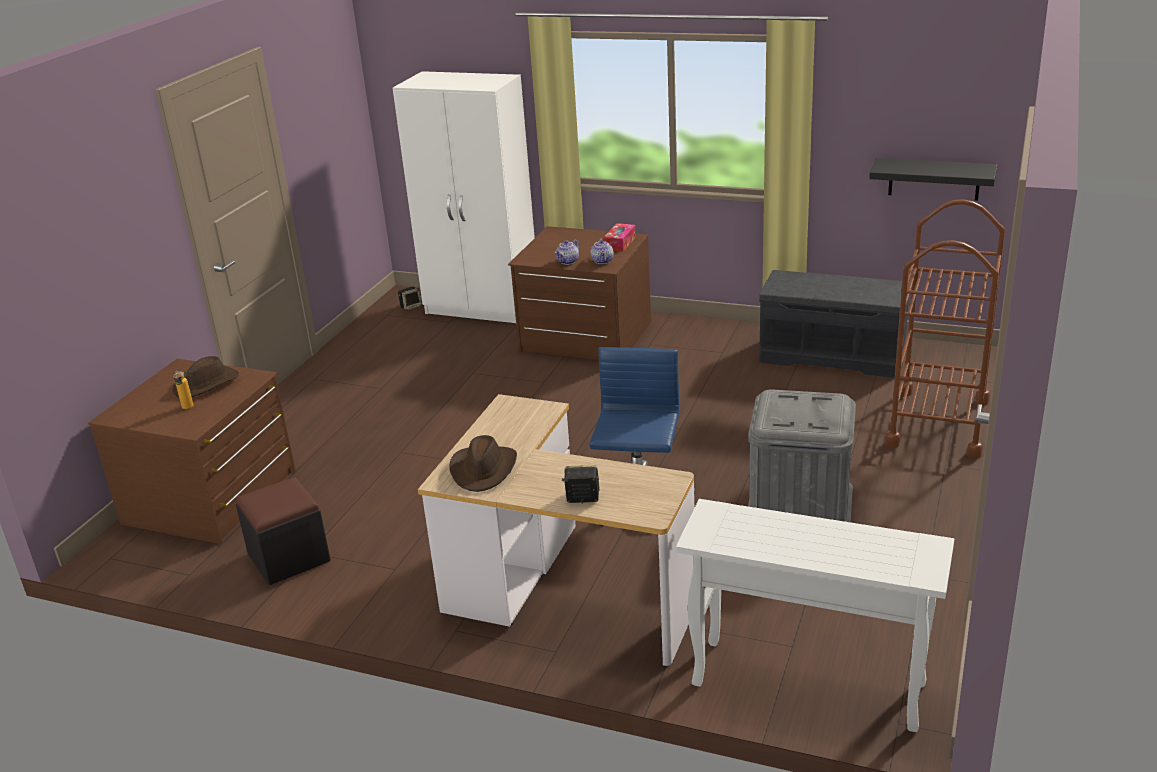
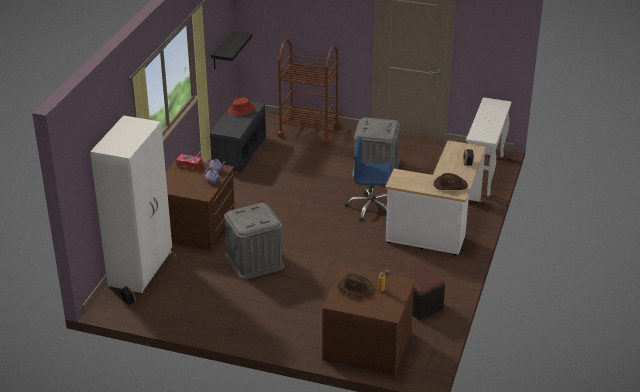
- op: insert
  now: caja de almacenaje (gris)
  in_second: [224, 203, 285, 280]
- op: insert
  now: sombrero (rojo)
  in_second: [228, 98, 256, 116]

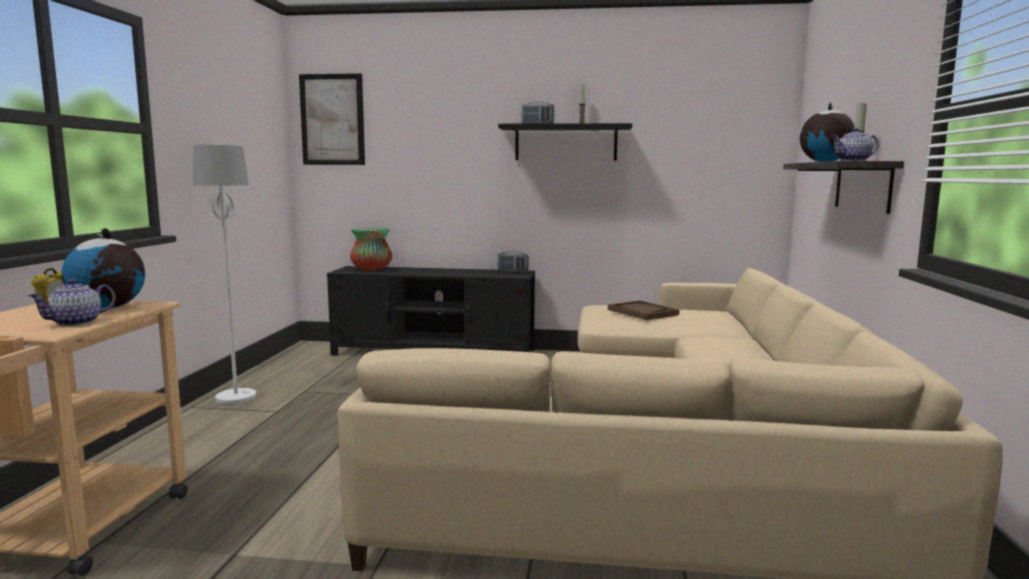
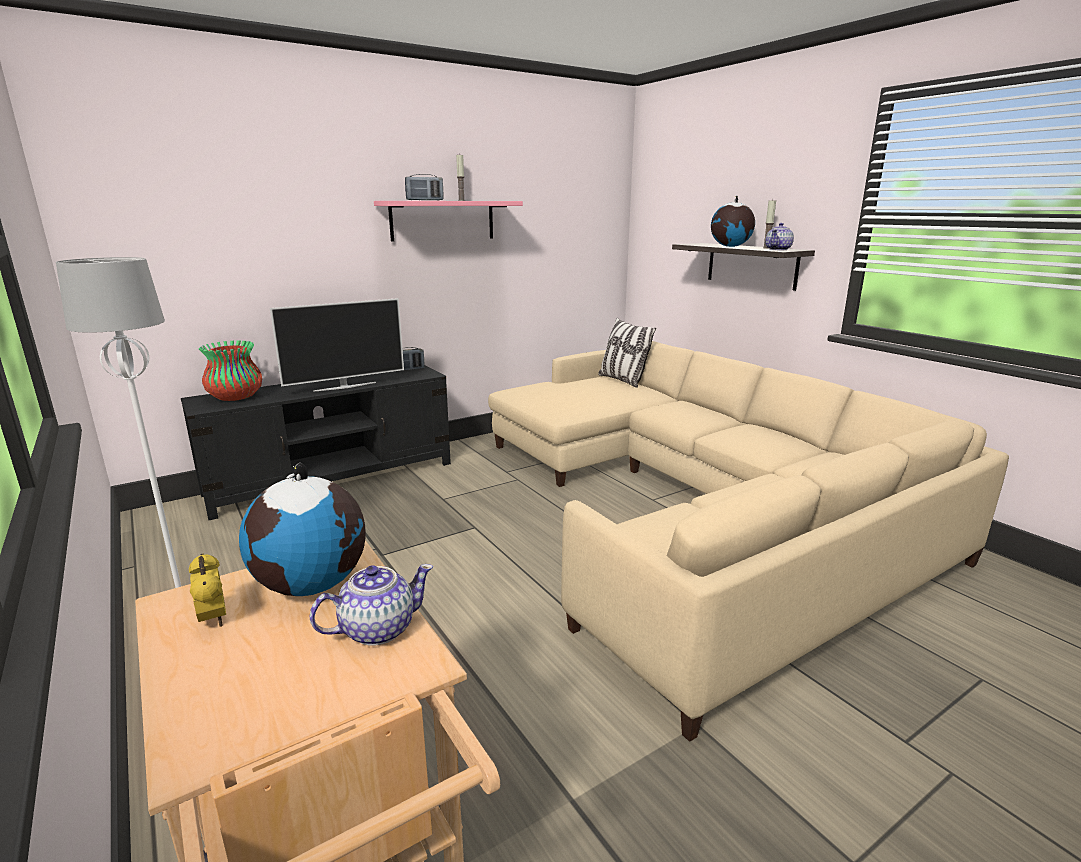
- op: delete
  was: cuadro
  in_first: [299, 73, 365, 165]
- op: delete
  was: bandeja (marrón)
  in_first: [608, 300, 679, 320]
- op: insert
  now: televisor
  in_second: [270, 298, 404, 392]
- op: insert
  now: cojín
  in_second: [598, 318, 656, 388]
- op: recolor
  was: estante (negro)
  now: estante (rosa)
  in_first: [498, 123, 632, 161]
  in_second: [374, 201, 523, 242]
- op: rotate
  was: tetera
  in_first: [27, 279, 116, 326]
  in_second: [309, 564, 434, 645]
  clockwise: -120

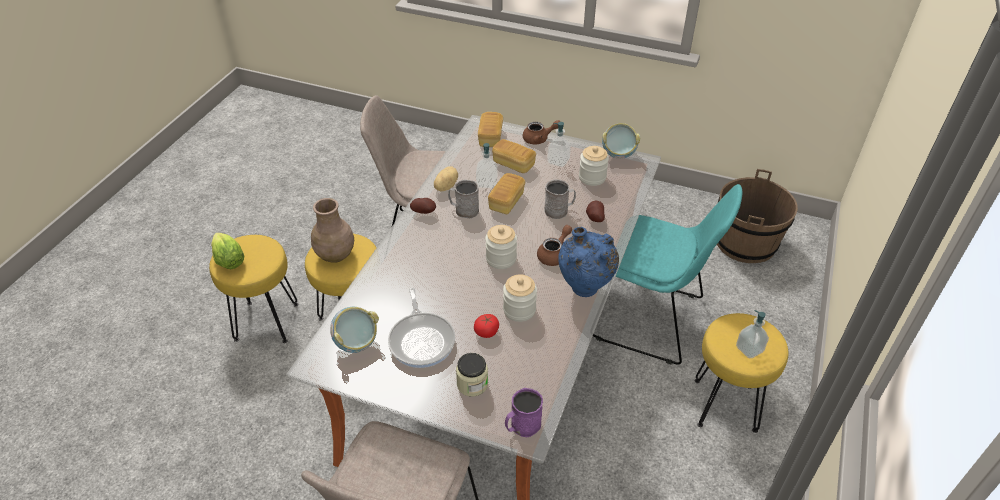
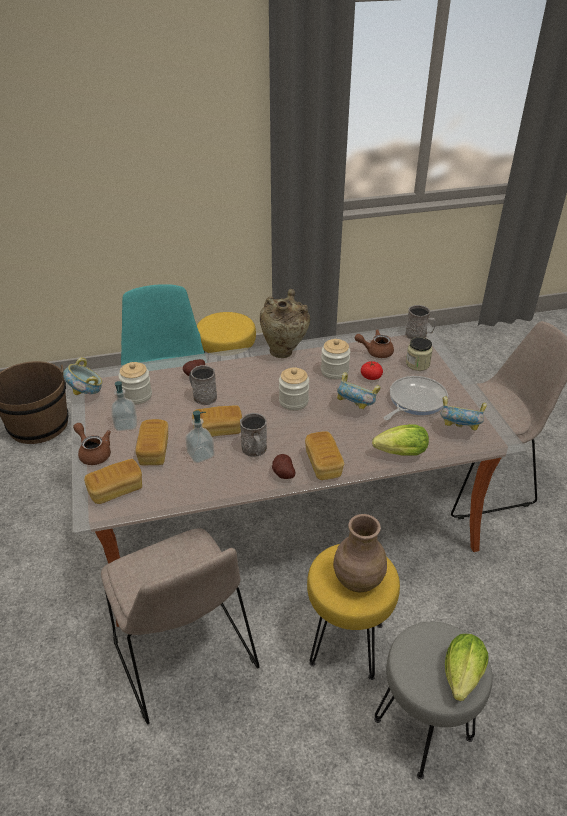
- op: delete
  was: patata
  in_first: [434, 166, 458, 191]
- op: delete
  was: dispensador de jabón
  in_first: [736, 310, 769, 358]
- op: insert
  now: pan
  in_second: [305, 431, 344, 480]
- op: insert
  now: cuenco
  in_second: [337, 372, 381, 409]
- op: insert
  now: lechuga
  in_second: [372, 424, 429, 456]
- op: move
  was: tetera (marrón)
  in_first: [537, 225, 572, 266]
  in_second: [355, 329, 394, 358]
- op: recolor
  was: taburete (amarillo)
  now: taburete (gris)
  in_first: [209, 235, 298, 343]
  in_second: [374, 622, 492, 779]
- op: recolor
  was: taza grande (morado)
  now: taza grande (gris)
  in_first: [505, 388, 543, 437]
  in_second: [405, 305, 436, 340]
- op: recolor
  was: florero (azul)
  now: florero (beis)
  in_first: [558, 227, 619, 297]
  in_second: [260, 289, 310, 358]

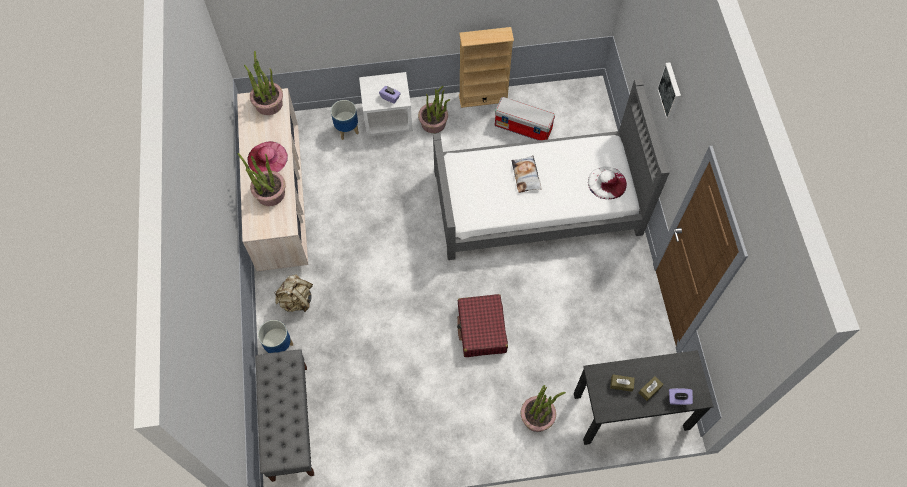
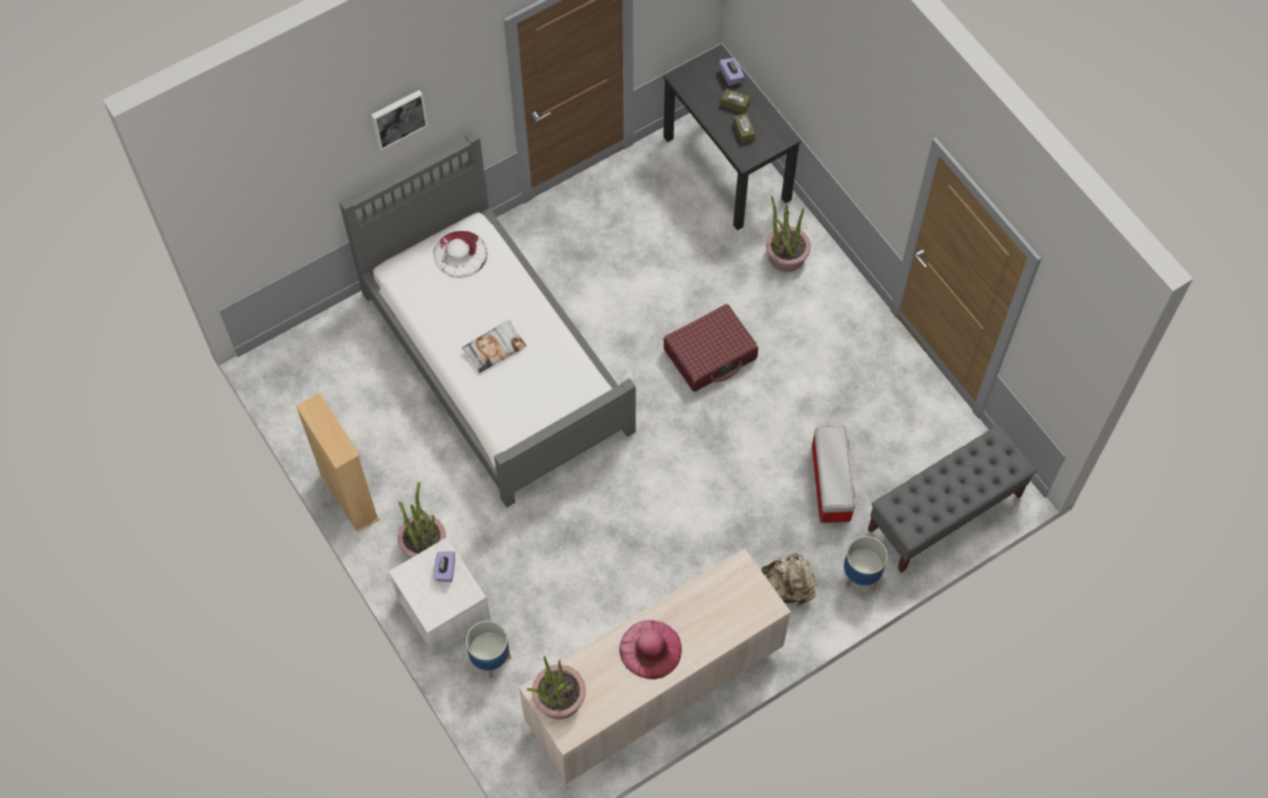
- op: delete
  was: planta en maceta
  in_first: [237, 153, 286, 206]
- op: move
  was: caja de almacenaje
  in_first: [495, 97, 555, 141]
  in_second: [812, 426, 855, 523]

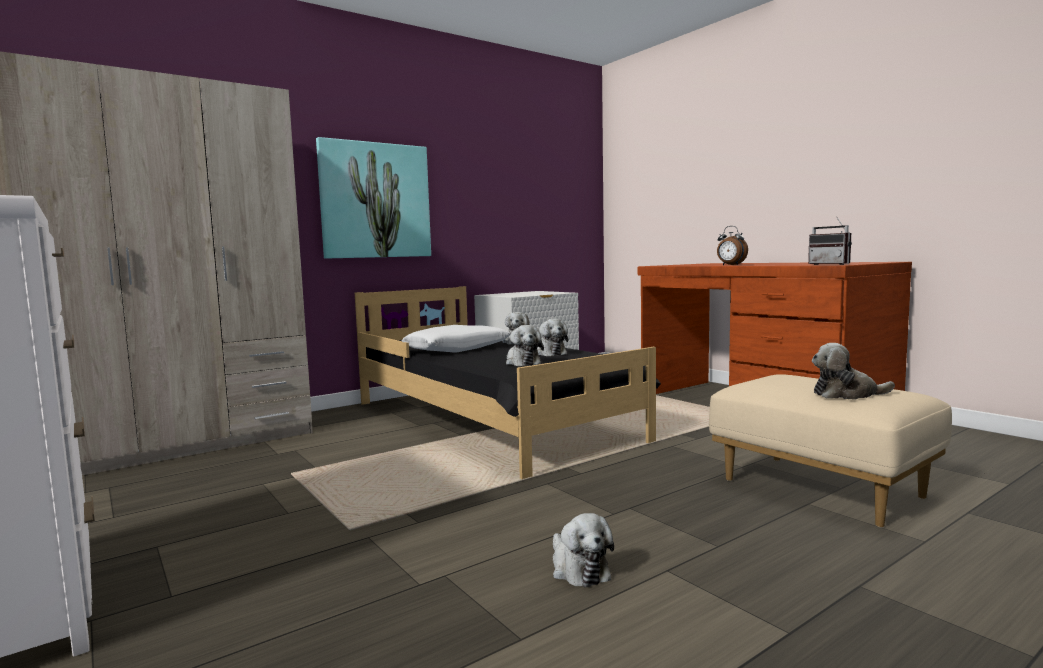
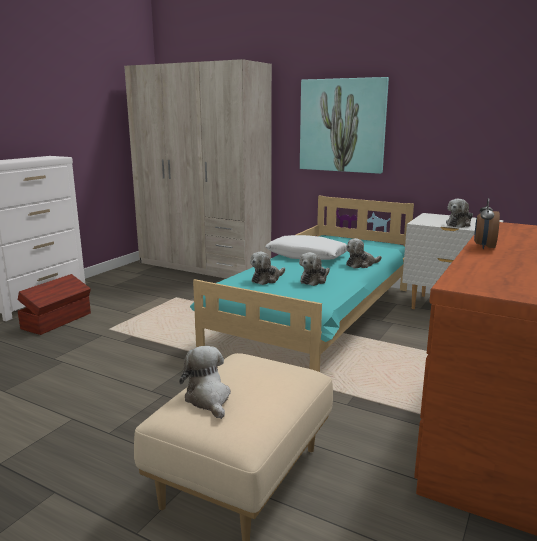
- op: delete
  was: radio
  in_first: [808, 216, 852, 265]
- op: insert
  now: caja de almacenaje (marrón)
  in_second: [18, 274, 91, 335]
- op: move
  was: peluche
  in_first: [553, 513, 614, 587]
  in_second: [446, 199, 473, 228]
- op: recolor
  was: cama (negro)
  now: cama (turquesa)
  in_first: [355, 286, 661, 479]
  in_second: [190, 196, 414, 372]

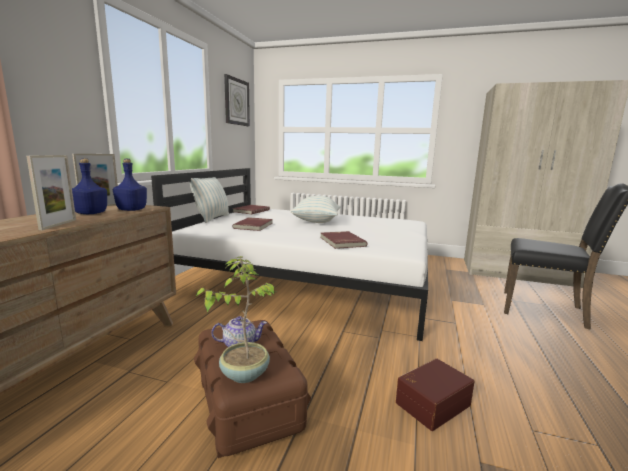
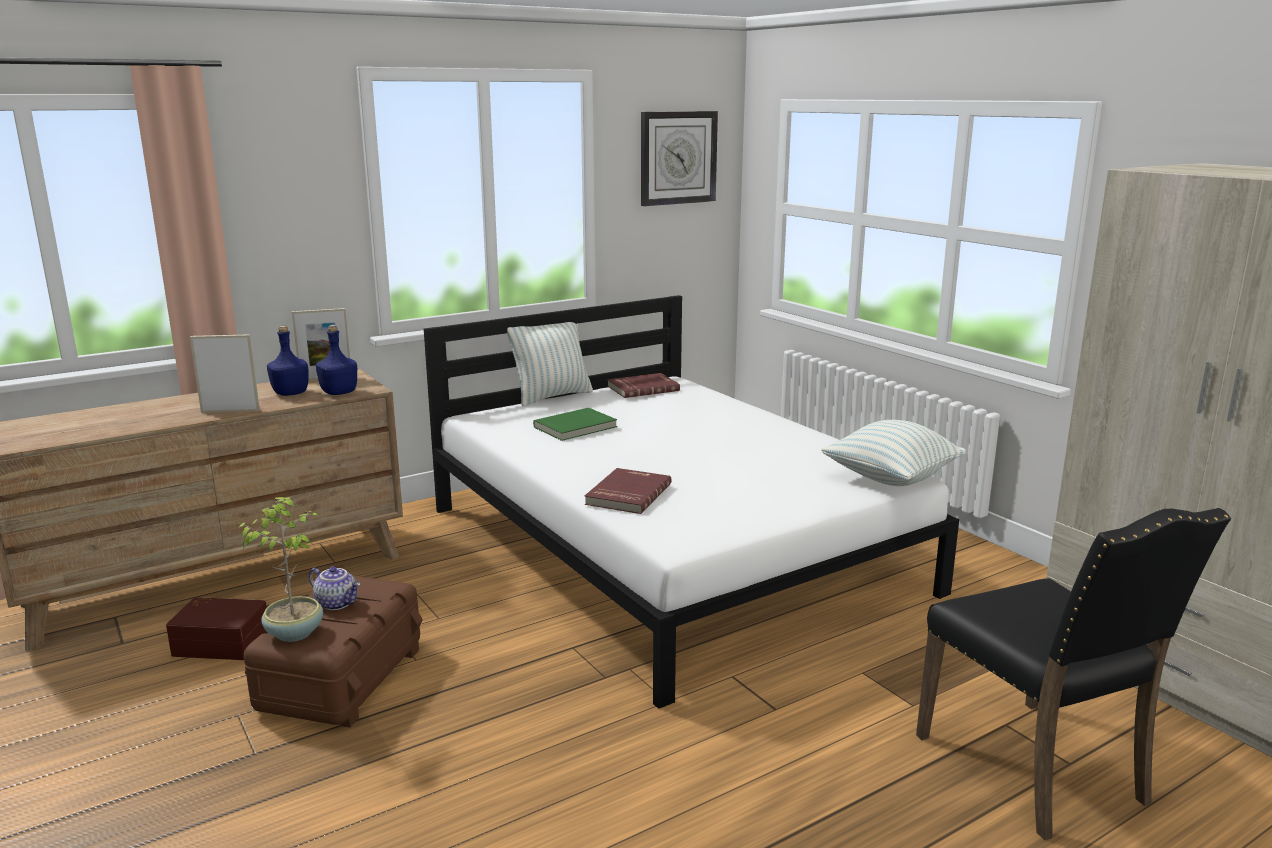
- op: move
  was: cojín
  in_first: [290, 196, 341, 223]
  in_second: [821, 420, 966, 486]
- op: move
  was: caja de almacenaje (marrón)
  in_first: [396, 359, 475, 431]
  in_second: [166, 597, 267, 660]
- op: recolor
  was: libro (rojo)
  now: libro (verde)
  in_first: [232, 217, 273, 231]
  in_second: [533, 408, 617, 441]
- op: rotate
  was: portarretratos
  in_first: [26, 155, 76, 230]
  in_second: [190, 334, 260, 413]
  clockwise: -135

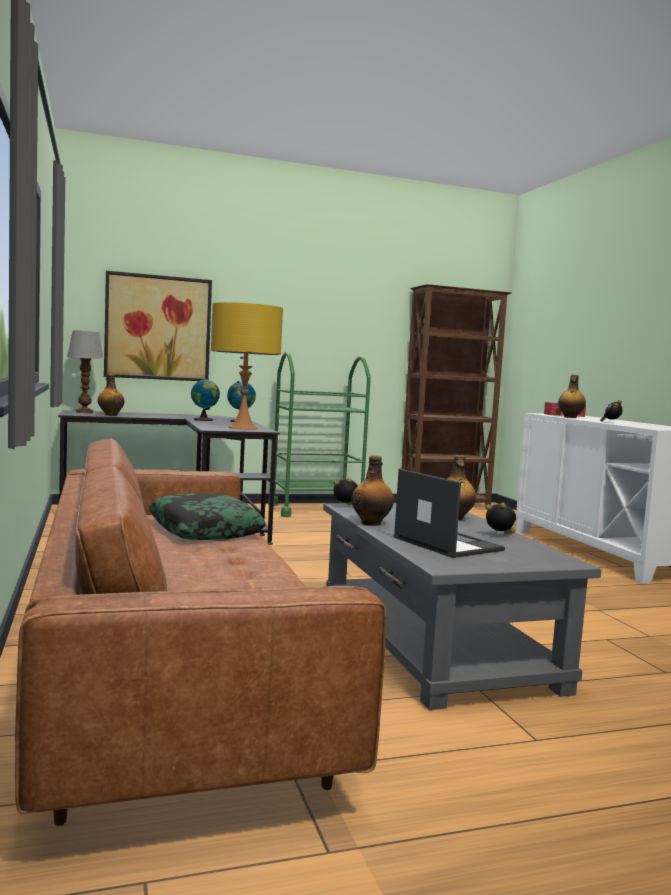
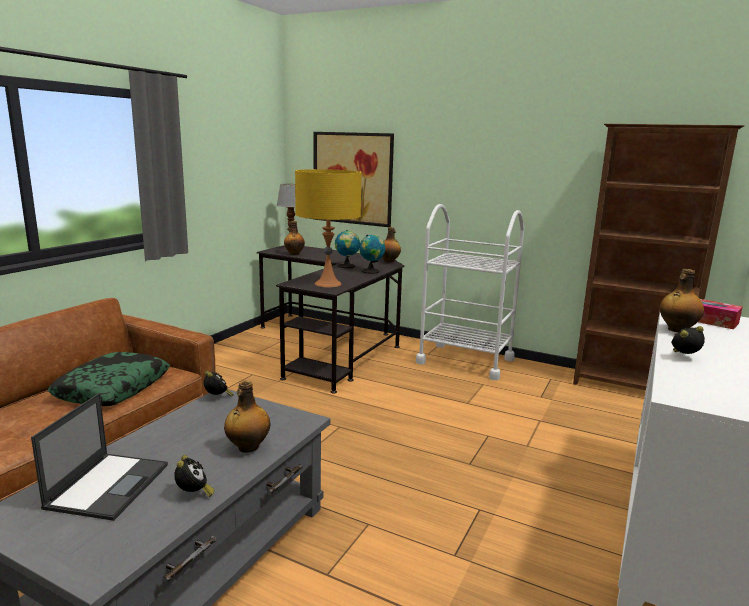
- op: move
  was: botella
  in_first: [351, 455, 394, 526]
  in_second: [382, 227, 401, 263]
- op: recolor
  was: carrito (verde)
  now: carrito (blanco)
  in_first: [268, 352, 371, 517]
  in_second: [416, 204, 524, 380]

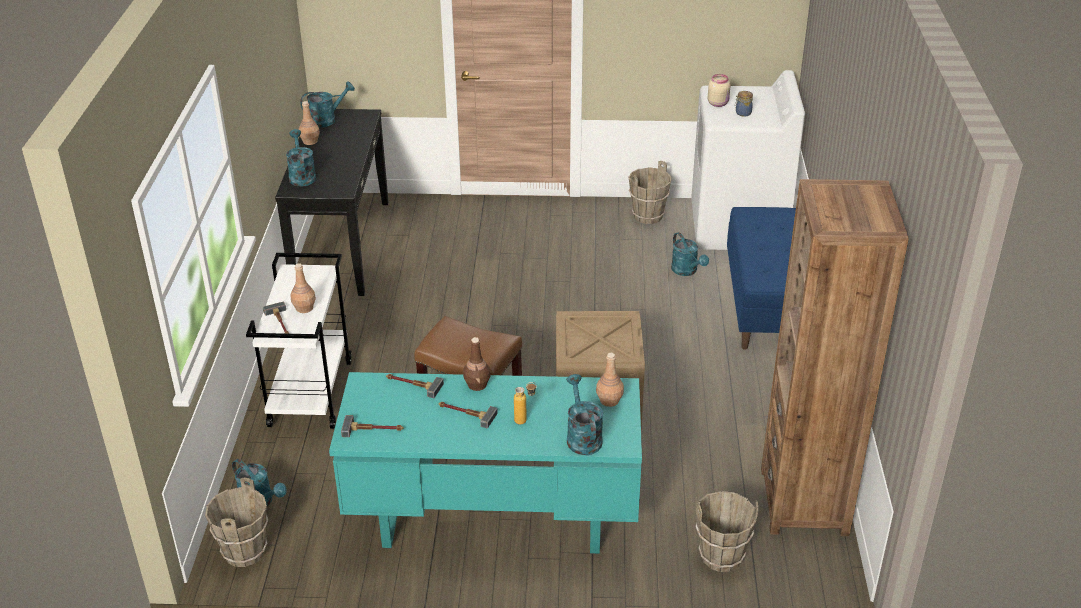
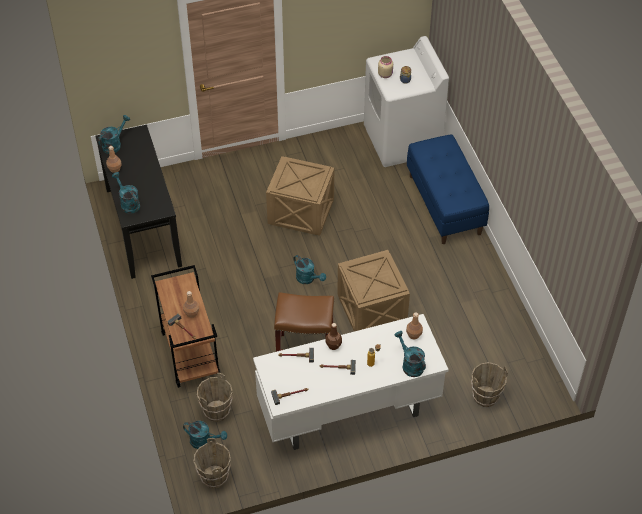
- op: delete
  was: estantería (marrón)
  in_first: [761, 179, 909, 536]
- op: insert
  now: caja de embalaje
  in_second: [266, 156, 334, 236]
- op: move
  was: cubo (marrón)
  in_first: [628, 161, 671, 224]
  in_second: [197, 373, 233, 422]
- op: move
  was: regadera (turquesa)
  in_first: [671, 232, 709, 276]
  in_second: [293, 255, 326, 284]
- op: recolor
  was: carrito (blanco)
  now: carrito (marrón)
  in_first: [246, 253, 352, 429]
  in_second: [151, 265, 220, 388]
- op: recolor
  was: escritorio (turquesa)
  now: escritorio (blanco)
  in_first: [329, 372, 642, 554]
  in_second: [253, 314, 449, 450]

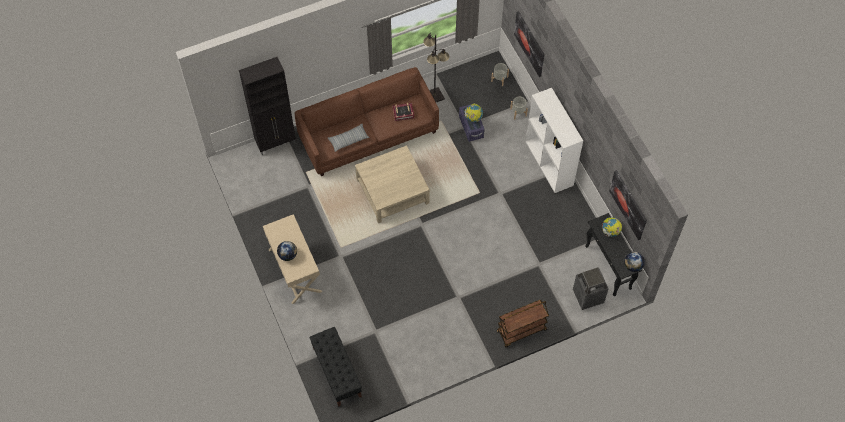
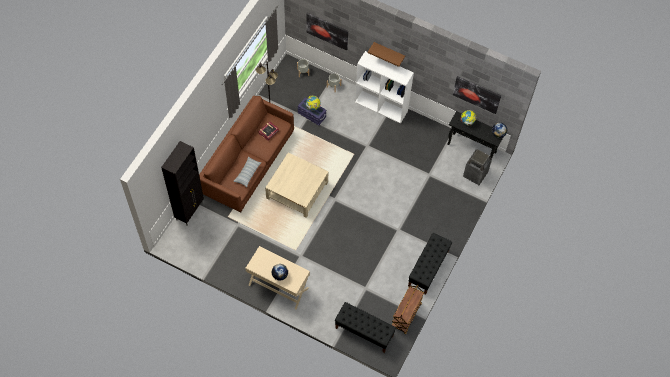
- op: insert
  now: estante (marrón)
  in_second: [368, 42, 405, 67]
- op: insert
  now: banco (negro)
  in_second: [408, 233, 452, 295]
- op: move
  was: carrito (marrón)
  in_first: [497, 300, 549, 348]
  in_second: [392, 284, 424, 335]

